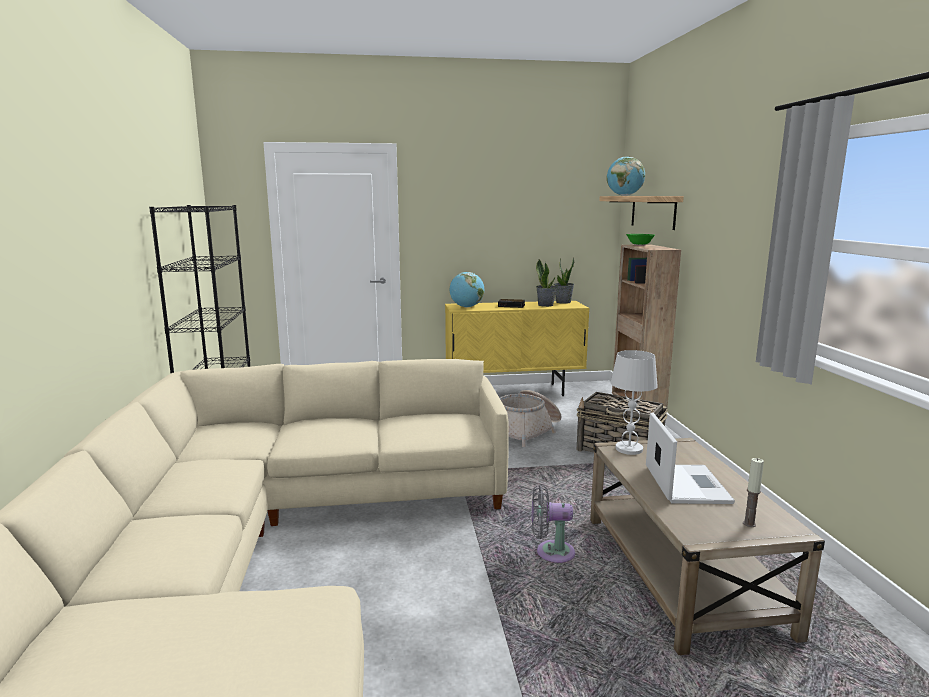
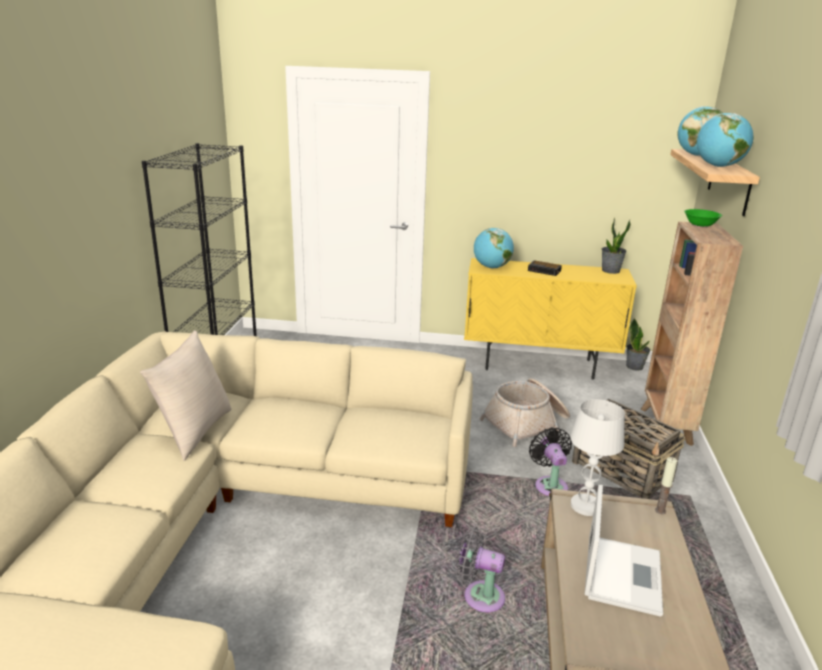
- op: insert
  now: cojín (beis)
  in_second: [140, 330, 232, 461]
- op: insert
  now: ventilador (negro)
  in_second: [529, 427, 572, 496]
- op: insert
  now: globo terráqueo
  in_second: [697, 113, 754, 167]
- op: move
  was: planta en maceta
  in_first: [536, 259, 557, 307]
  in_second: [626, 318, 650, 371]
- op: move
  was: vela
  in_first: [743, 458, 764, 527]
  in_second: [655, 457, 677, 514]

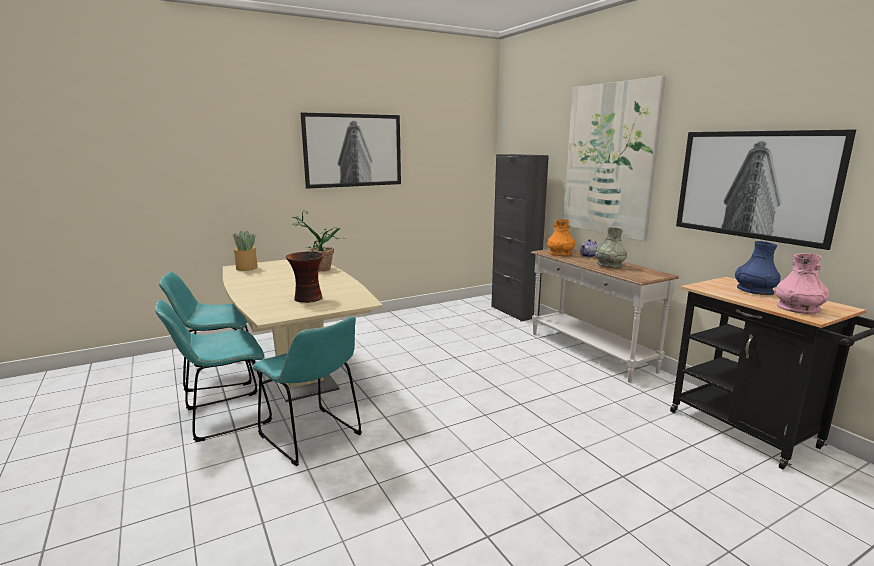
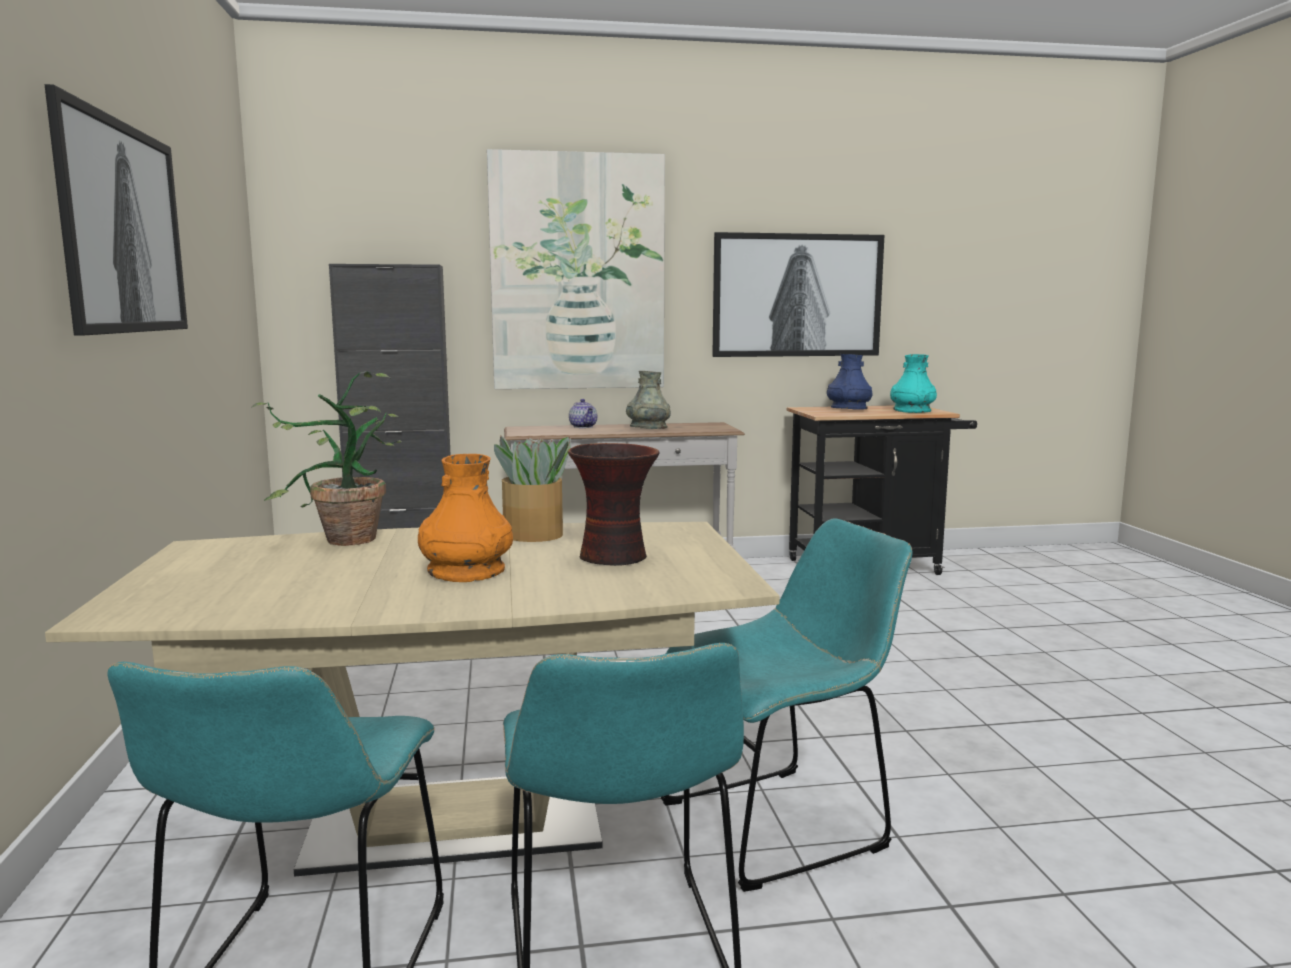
- op: move
  was: planta en maceta
  in_first: [233, 230, 257, 271]
  in_second: [494, 435, 571, 542]
- op: move
  was: florero (naranja)
  in_first: [547, 219, 575, 256]
  in_second: [418, 454, 513, 582]
- op: recolor
  was: florero (rosa)
  now: florero (turquesa)
  in_first: [776, 253, 829, 314]
  in_second: [890, 354, 937, 413]

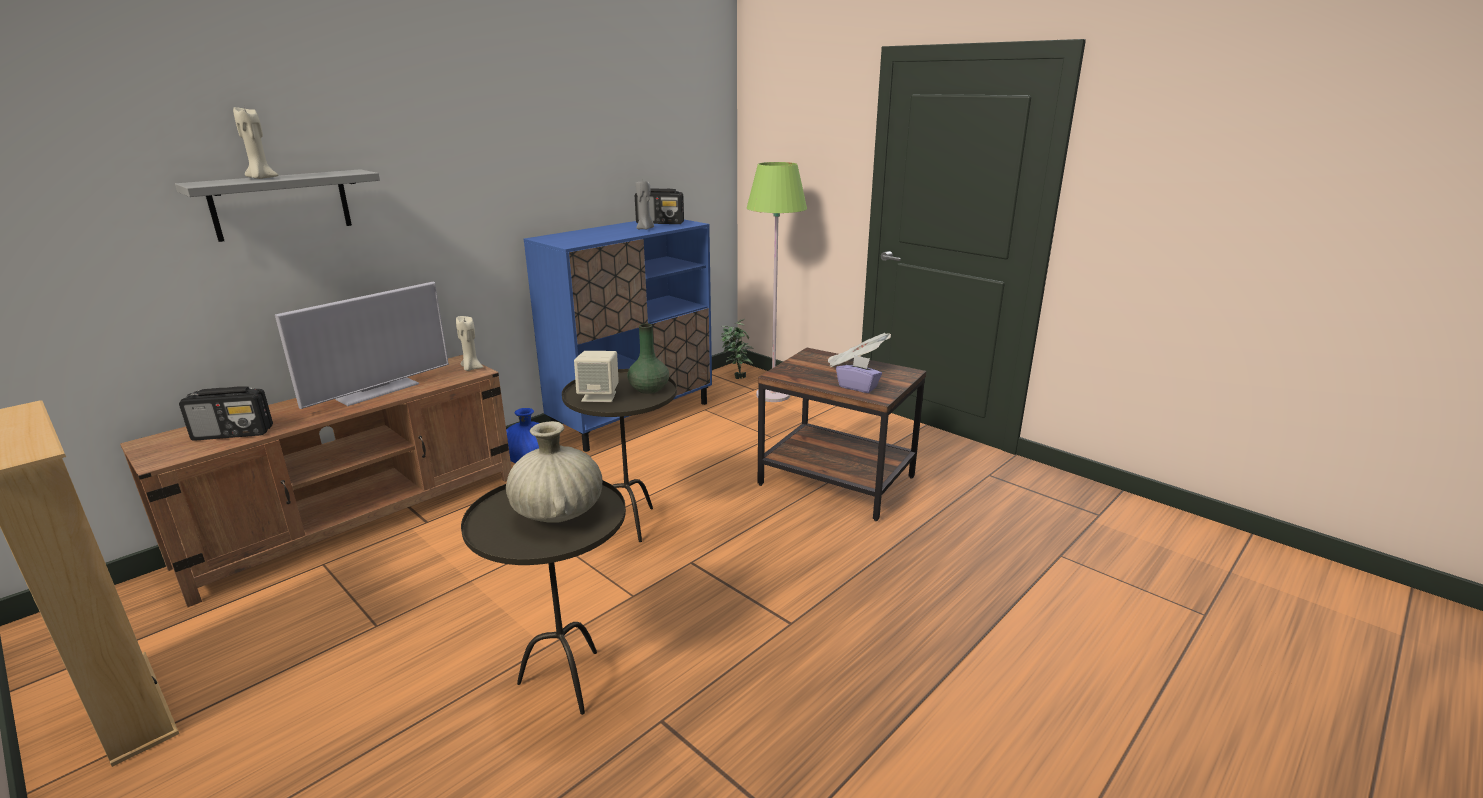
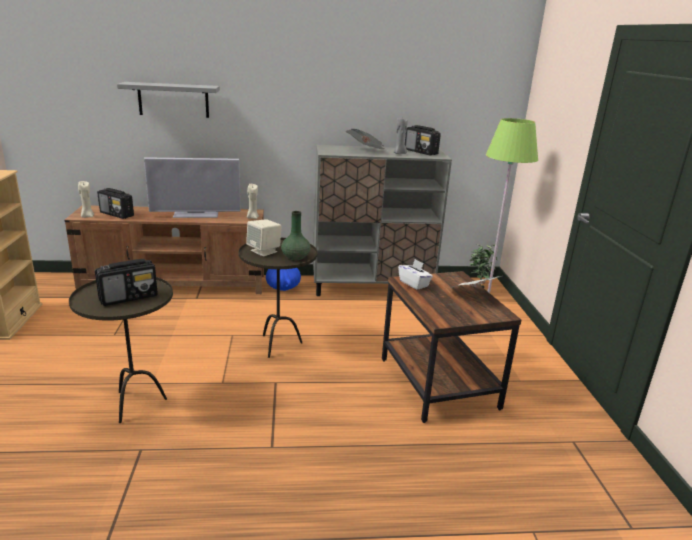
- op: delete
  was: caja de pañuelos (morado)
  in_first: [836, 355, 882, 393]
- op: insert
  now: periódico
  in_second: [346, 129, 384, 149]
- op: insert
  now: caja de pañuelos (blanco)
  in_second: [398, 259, 433, 290]
- op: move
  was: vela (beis)
  in_first: [233, 107, 278, 179]
  in_second: [78, 181, 94, 218]
- op: replace
  was: florero (beis)
  now: radio
  in_first: [506, 421, 602, 523]
  in_second: [95, 259, 158, 306]
- op: recolor
  was: armario (azul)
  now: armario (gris)
  in_first: [524, 220, 712, 452]
  in_second: [313, 145, 452, 296]

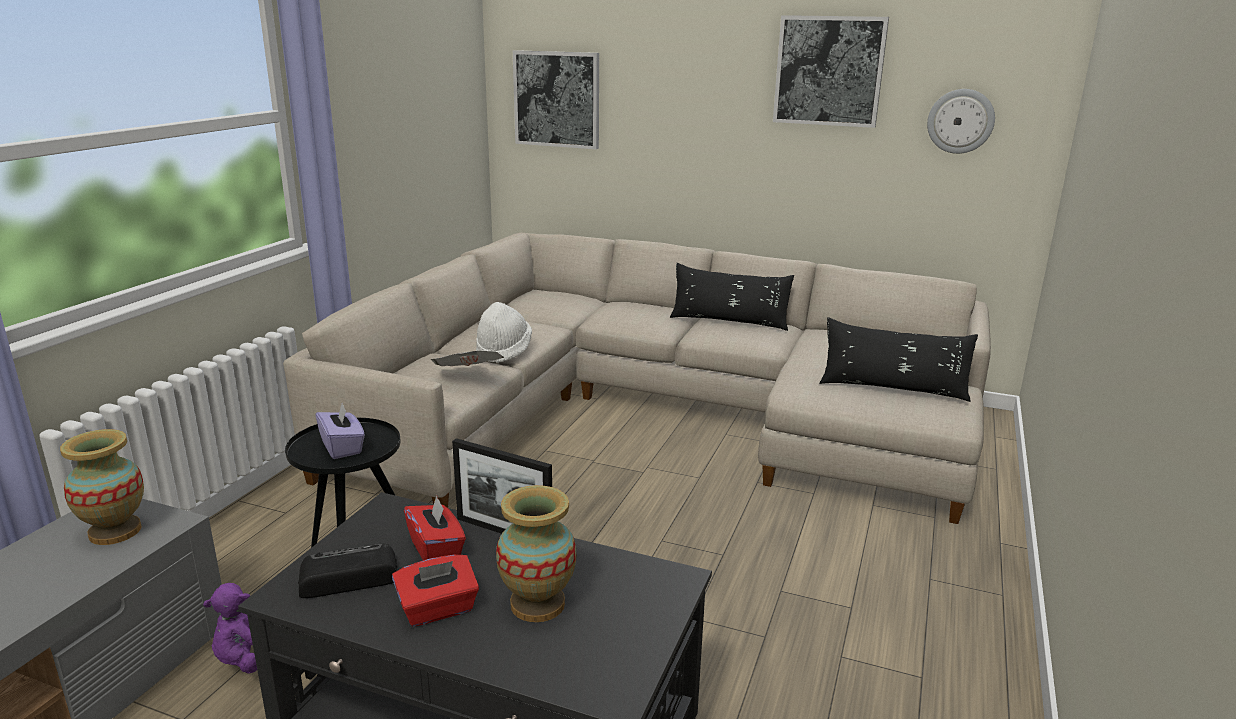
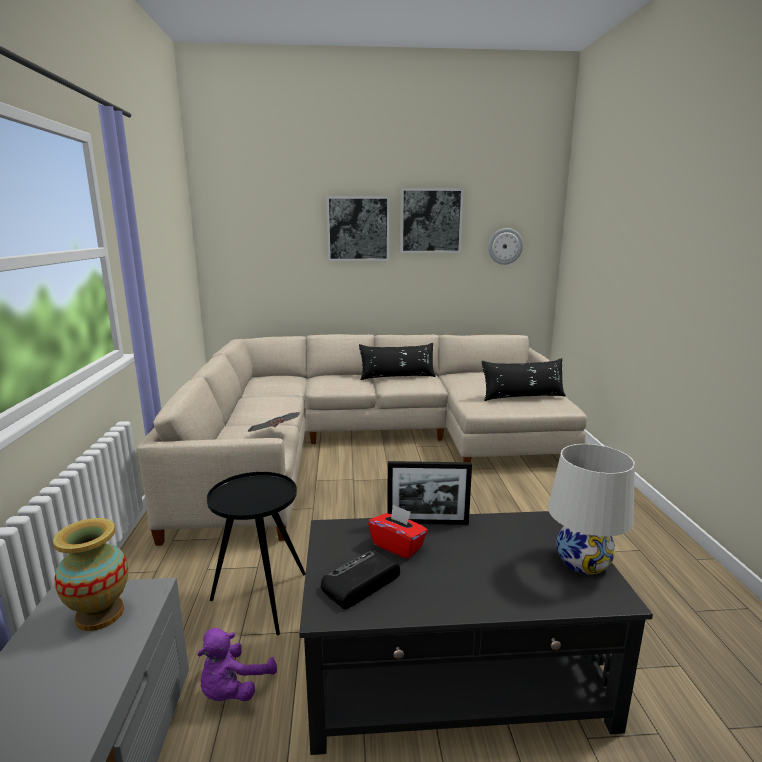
- op: delete
  was: caja de pañuelos (morado)
  in_first: [316, 404, 365, 459]
- op: delete
  was: caja de pañuelos (rojo)
  in_first: [392, 555, 479, 627]
- op: delete
  was: sombrero (blanco)
  in_first: [476, 302, 532, 363]
- op: delete
  was: florero
  in_first: [496, 485, 577, 622]
- op: insert
  now: lámpara de mesa (blanco)
  in_second: [548, 444, 635, 575]
- op: move
  was: cuadro
  in_first: [513, 50, 599, 149]
  in_second: [326, 196, 389, 261]

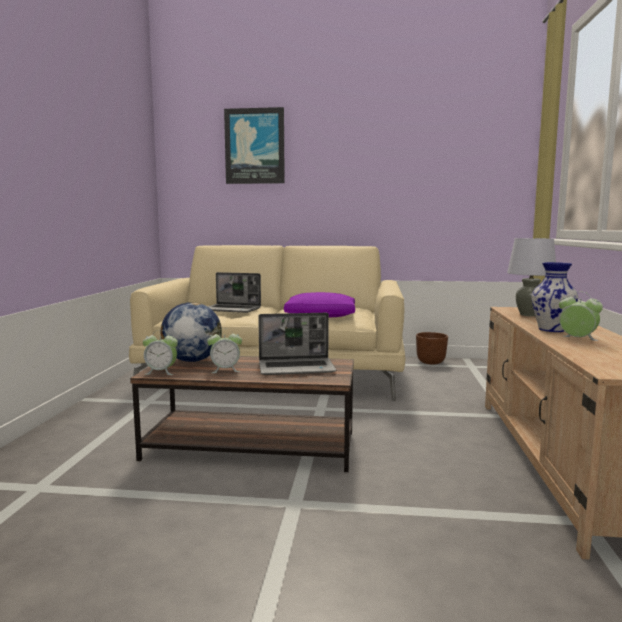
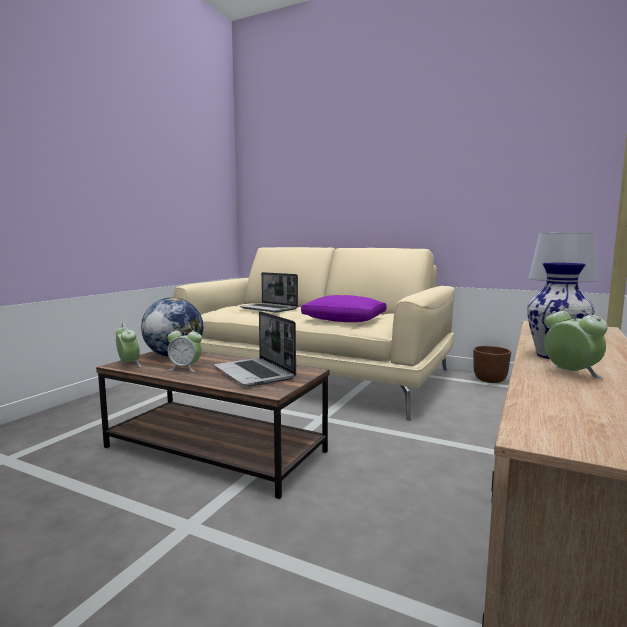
- op: delete
  was: cuadro
  in_first: [224, 107, 285, 184]
- op: rotate
  was: despertador
  in_first: [143, 330, 178, 375]
  in_second: [116, 323, 141, 367]
  clockwise: -150
- op: rotate
  was: portátil
  in_first: [258, 313, 337, 375]
  in_second: [214, 311, 296, 387]
  clockwise: 45

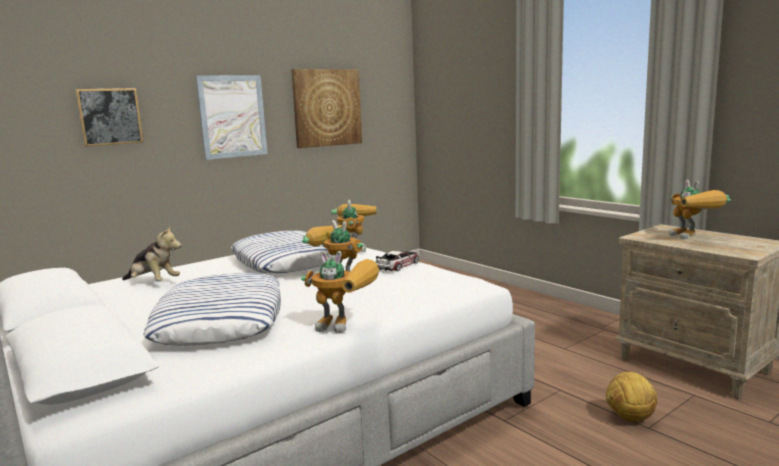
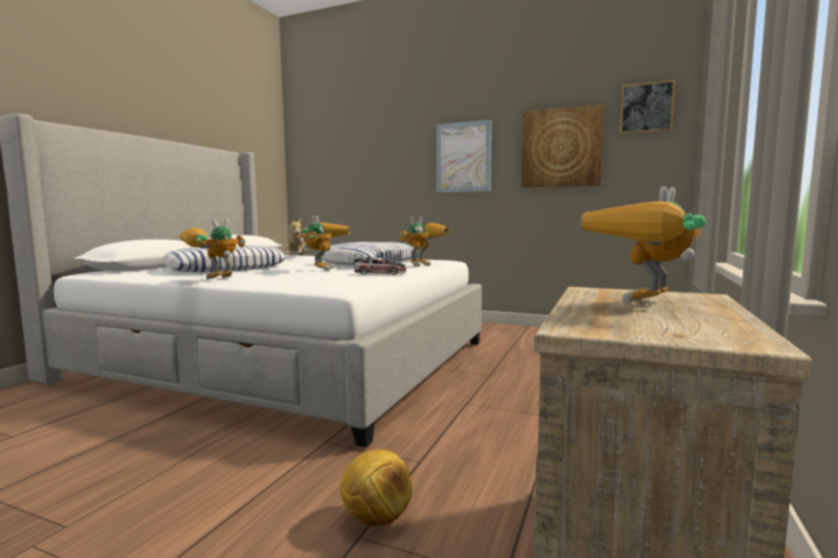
- op: move
  was: cuadro
  in_first: [75, 88, 143, 147]
  in_second: [620, 80, 675, 134]
- op: rotate
  was: robot de juguete
  in_first: [301, 251, 379, 333]
  in_second: [179, 219, 246, 279]
  clockwise: 60

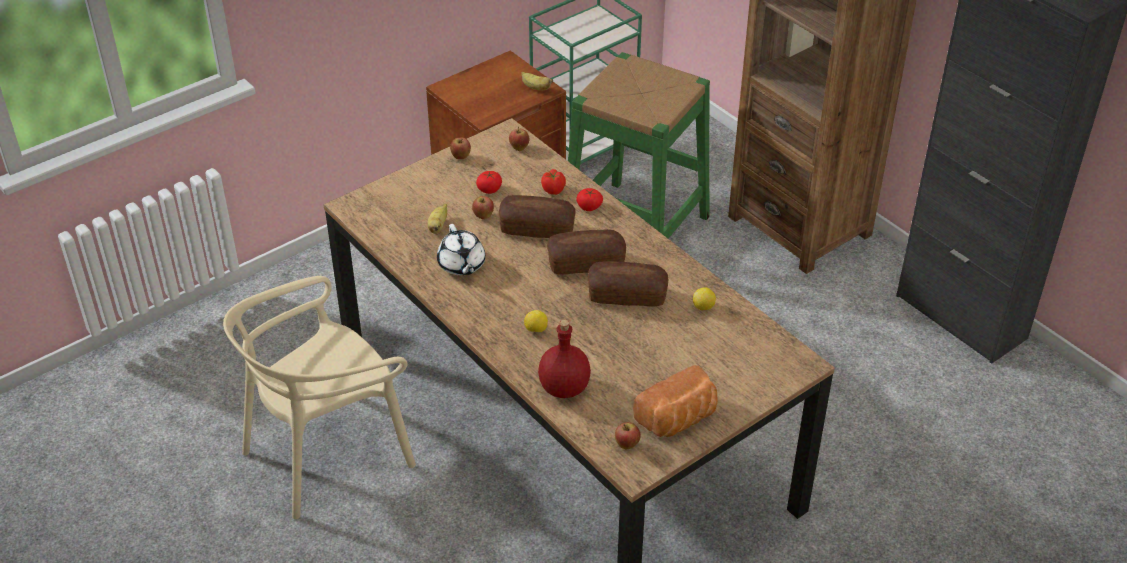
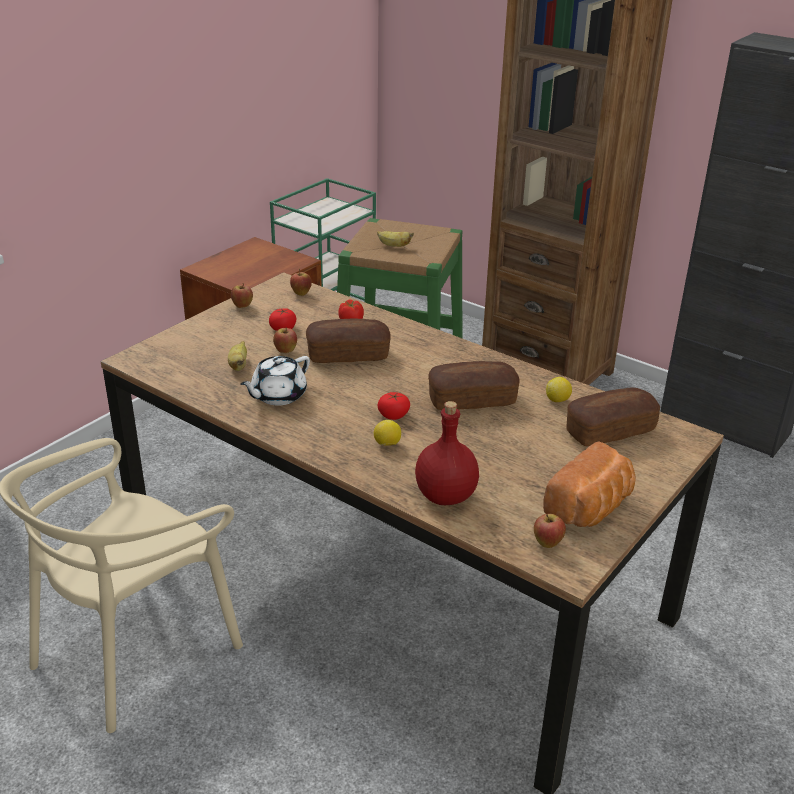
- op: move
  was: plátano
  in_first: [521, 72, 553, 90]
  in_second: [377, 231, 414, 247]
- op: move
  was: pan
  in_first: [547, 229, 626, 274]
  in_second: [566, 388, 660, 446]
- op: move
  was: tomate
  in_first: [576, 188, 603, 211]
  in_second: [378, 392, 410, 420]
- op: rotate
  was: tetera (blanco)
  in_first: [437, 224, 485, 275]
  in_second: [241, 356, 310, 406]
  clockwise: 75

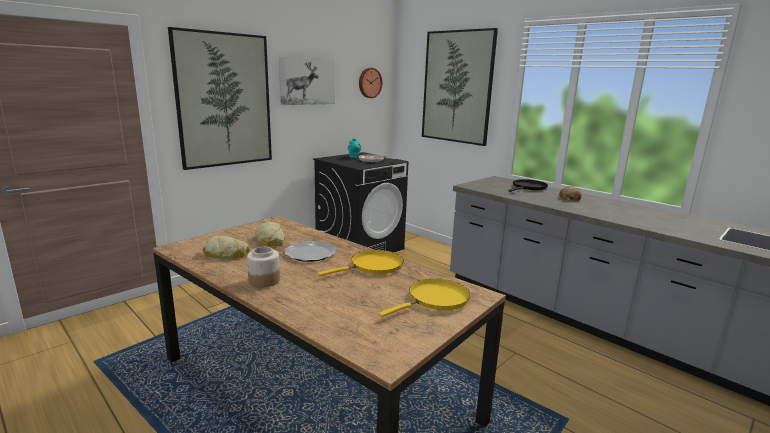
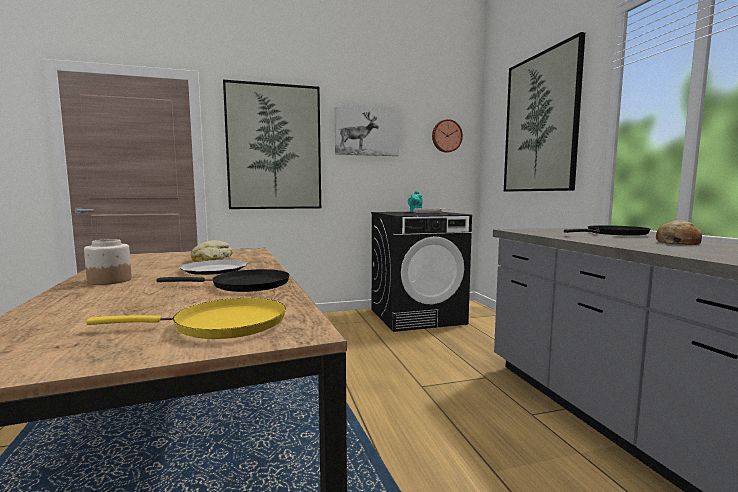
- op: delete
  was: pan
  in_first: [203, 236, 250, 258]
- op: recolor
  was: sartén (amarillo)
  now: sartén (negro)
  in_first: [318, 250, 404, 276]
  in_second: [156, 269, 290, 292]

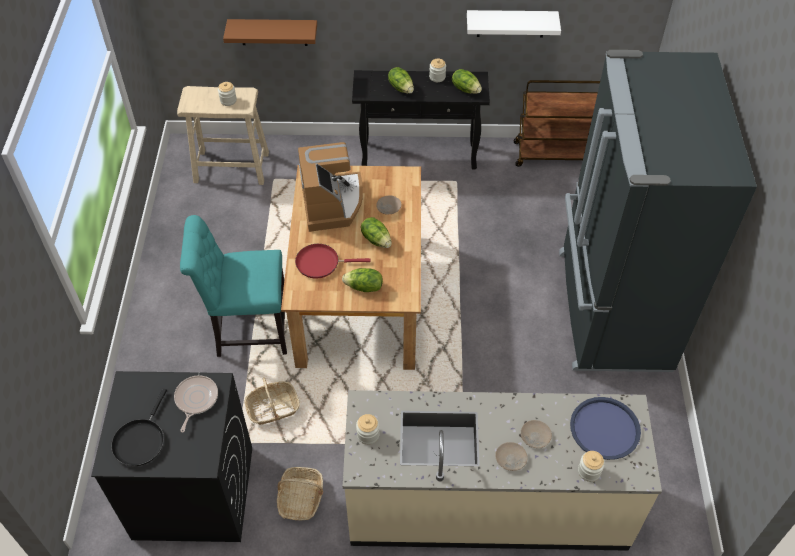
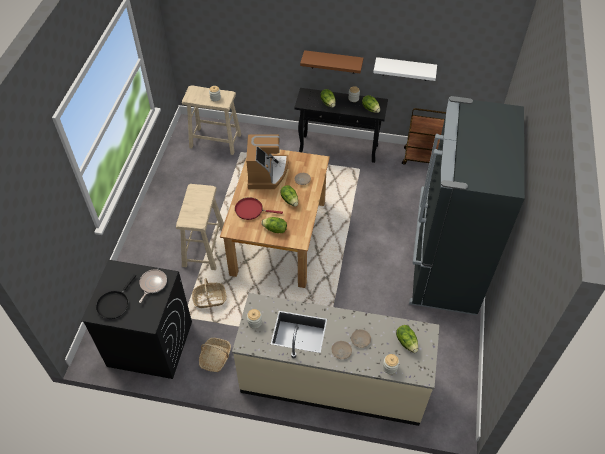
- op: move
  was: estante (marrón)
  in_first: [223, 19, 317, 46]
  in_second: [300, 50, 363, 74]
- op: replace
  was: silla (turquesa)
  now: taburete (beis)
  in_first: [180, 215, 287, 357]
  in_second: [176, 184, 224, 270]
- op: replace
  was: bandeja (azul)
  now: lechuga
  in_first: [570, 397, 641, 460]
  in_second: [396, 325, 418, 353]

